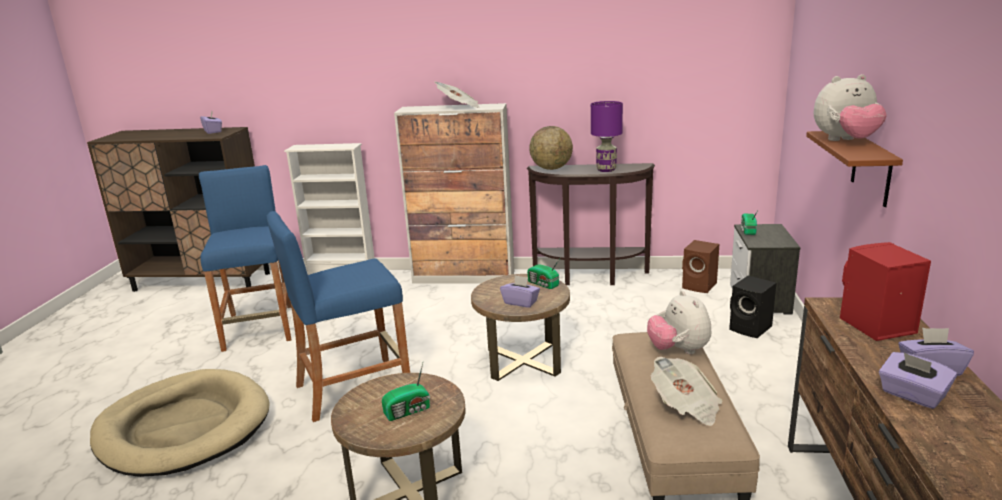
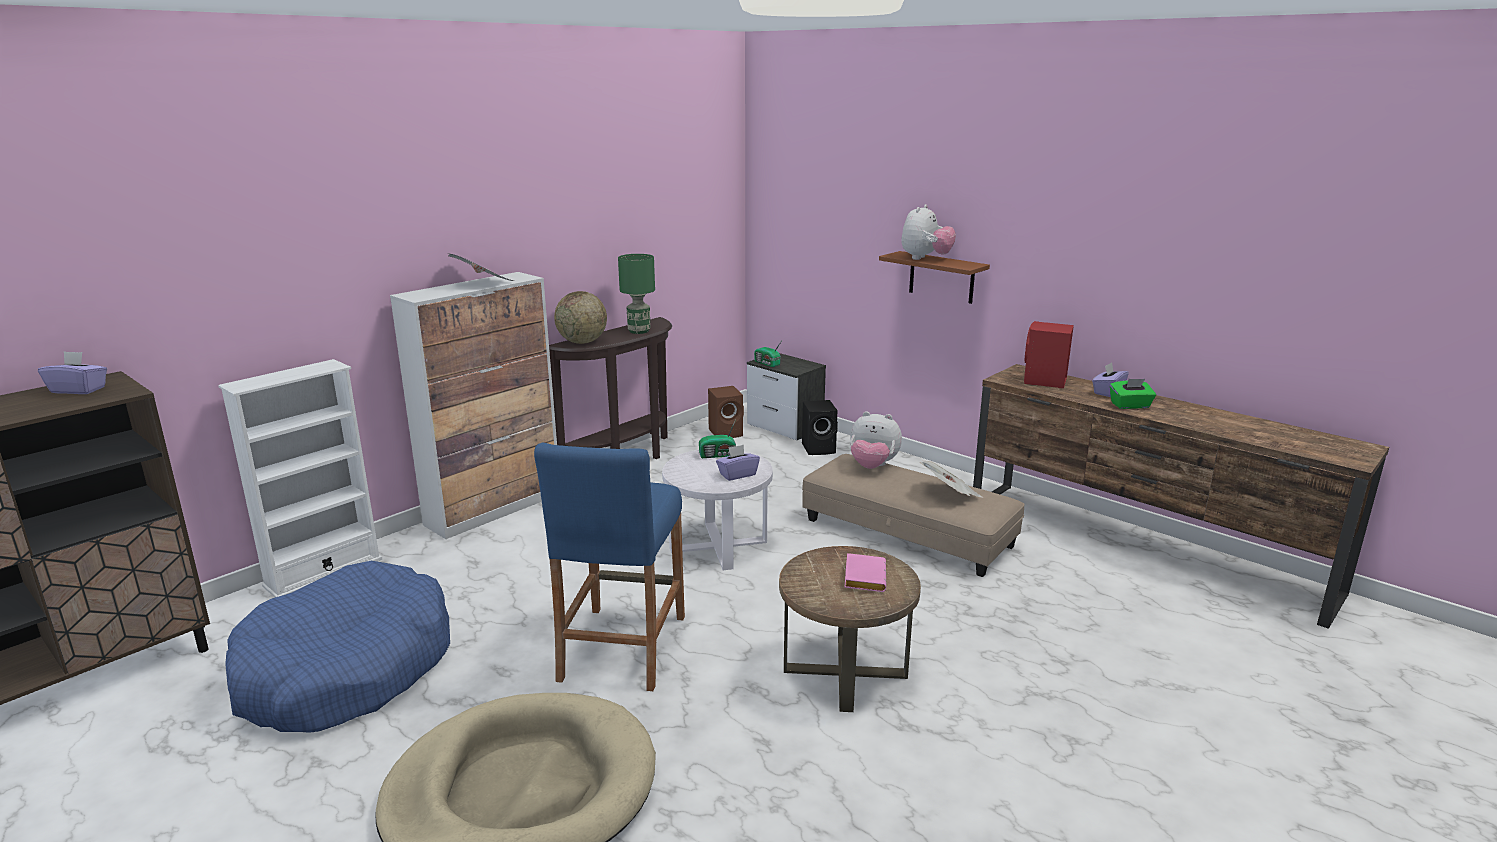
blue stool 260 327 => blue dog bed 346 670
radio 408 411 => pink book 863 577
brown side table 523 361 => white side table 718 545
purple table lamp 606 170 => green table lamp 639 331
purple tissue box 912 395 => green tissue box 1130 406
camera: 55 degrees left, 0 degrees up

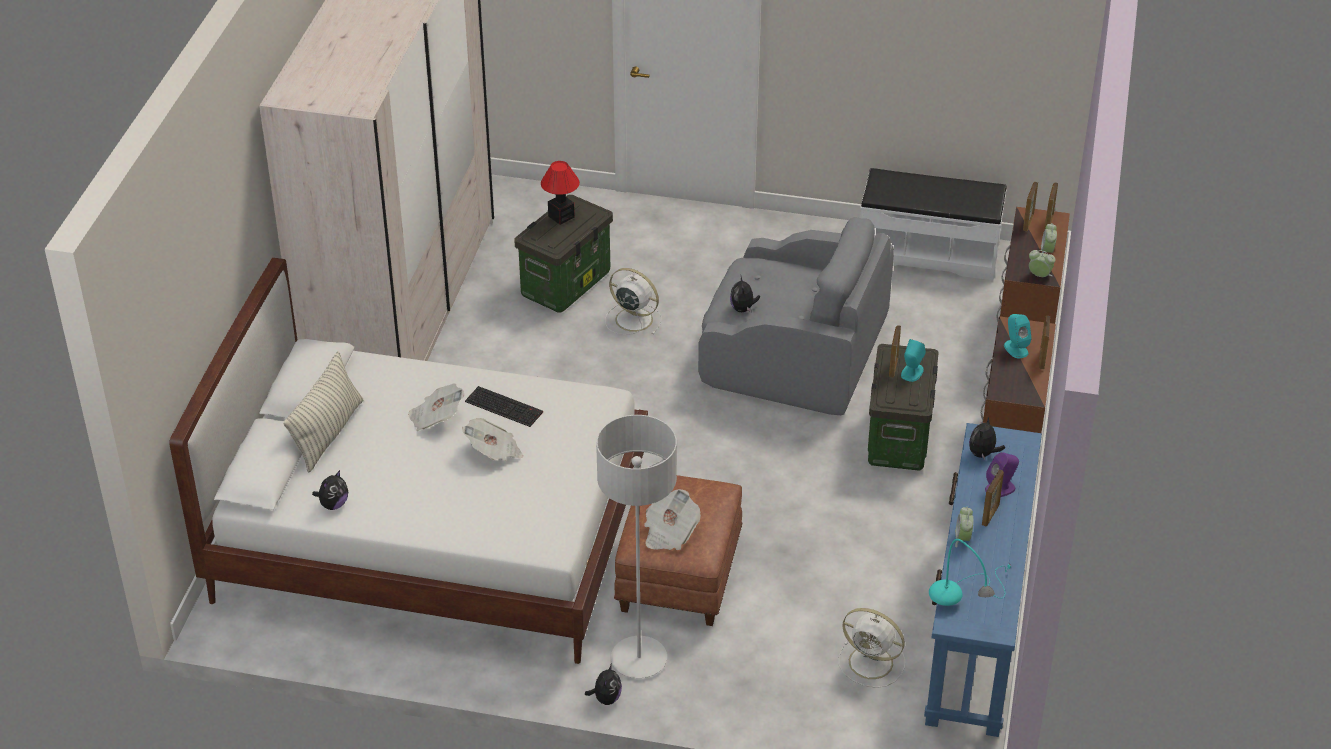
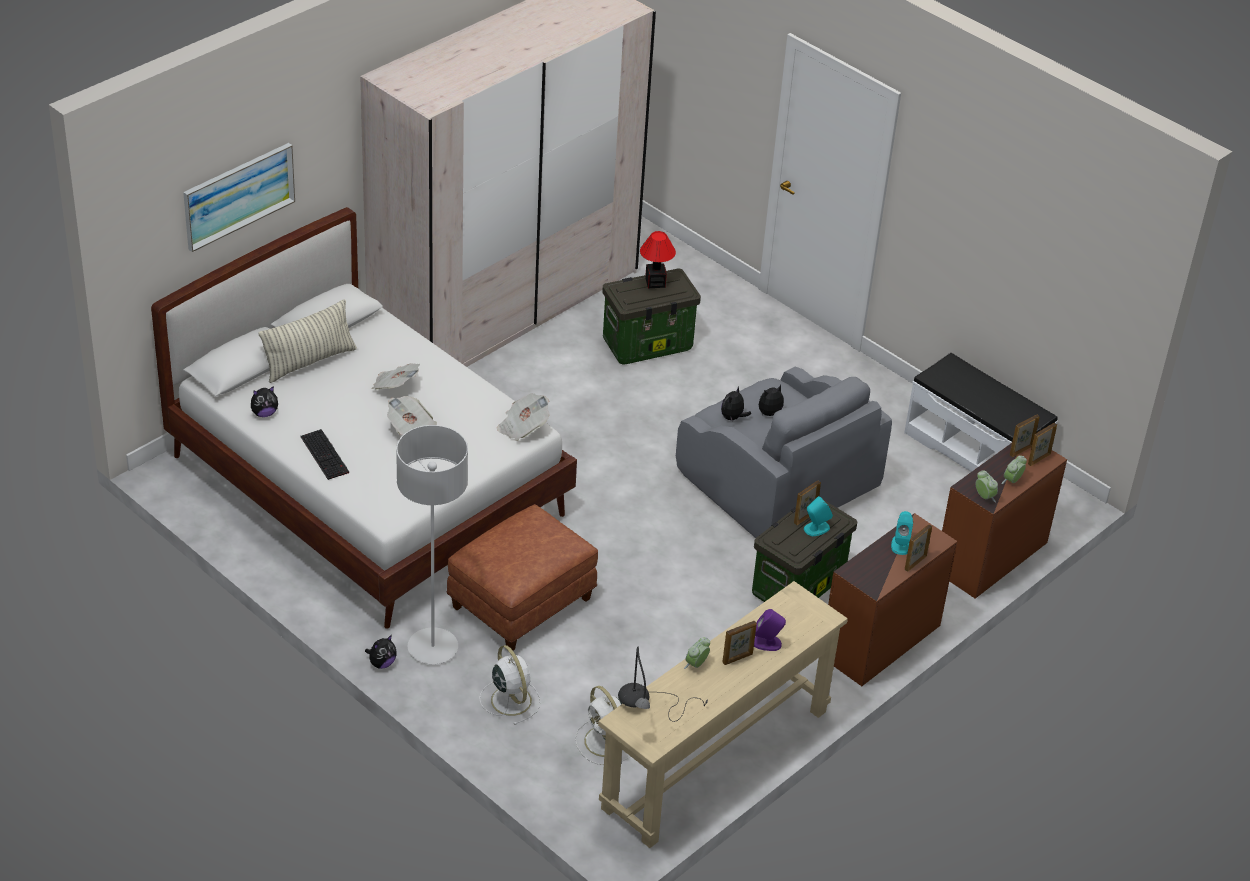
nothing => picture 238 195
keyboard 505 406 => keyboard 326 455, shifted
white fan 632 319 => white fan 510 699, shifted
newspaper 669 532 => newspaper 523 427, shifted
plush toy 983 454 => plush toy 770 414, shifted
blue console table 976 627 => beige console table 715 759
turquoise table lamp 965 602 => grey table lamp 648 711
camera: 30 degrees right, 0 degrees up

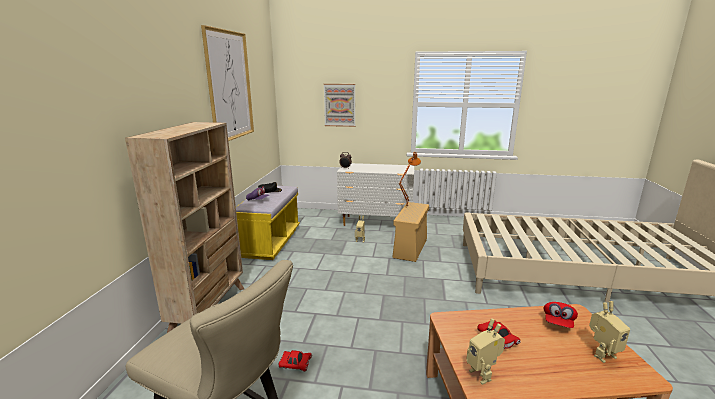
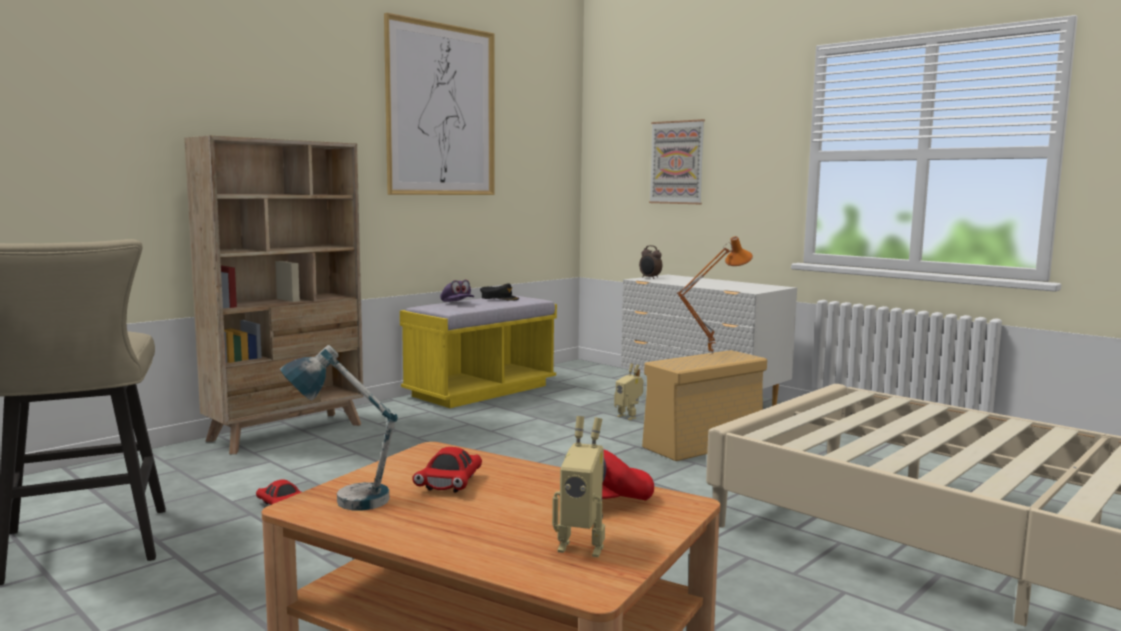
toy robot 483 374 => table lamp 342 498
camera: 35 degrees right, 10 degrees down

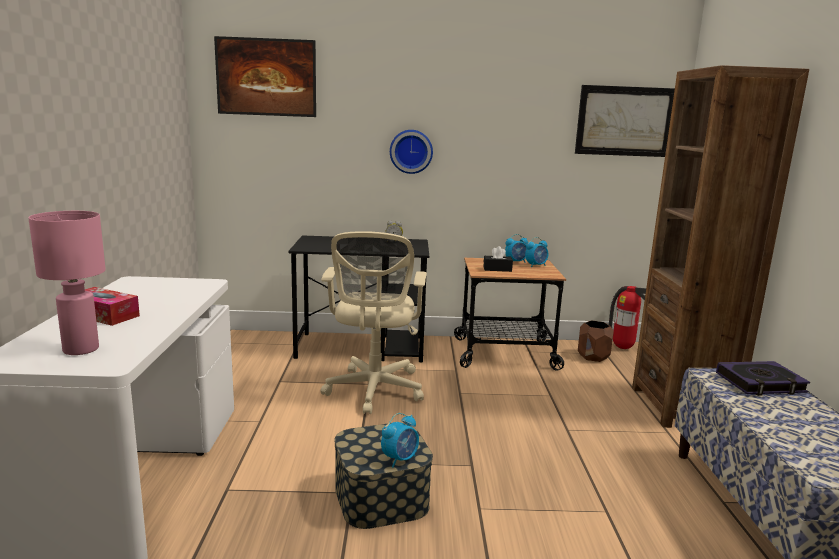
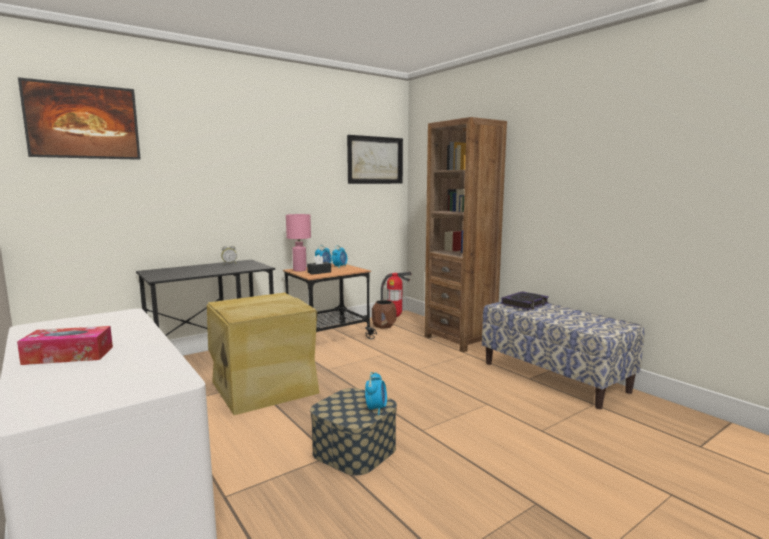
wall clock 411 151 => nothing
pink table lamp 81 349 => pink table lamp 299 270, shifted
beige office chair 374 391 => beige storage box 262 387
camera: 35 degrees left, 5 degrees down

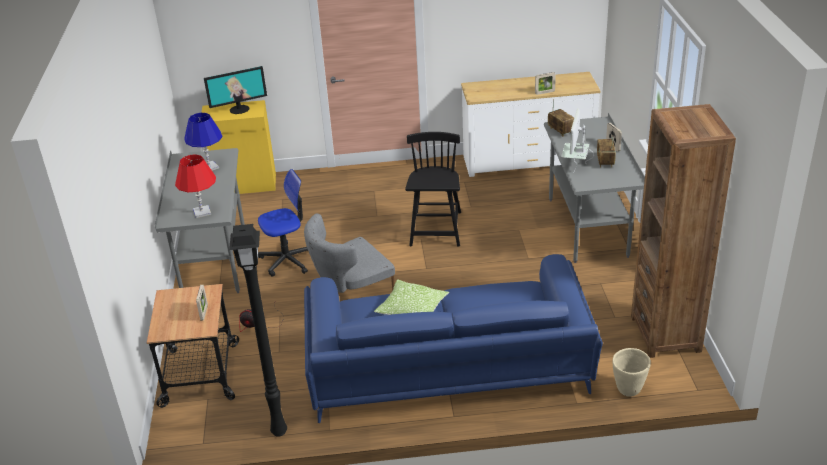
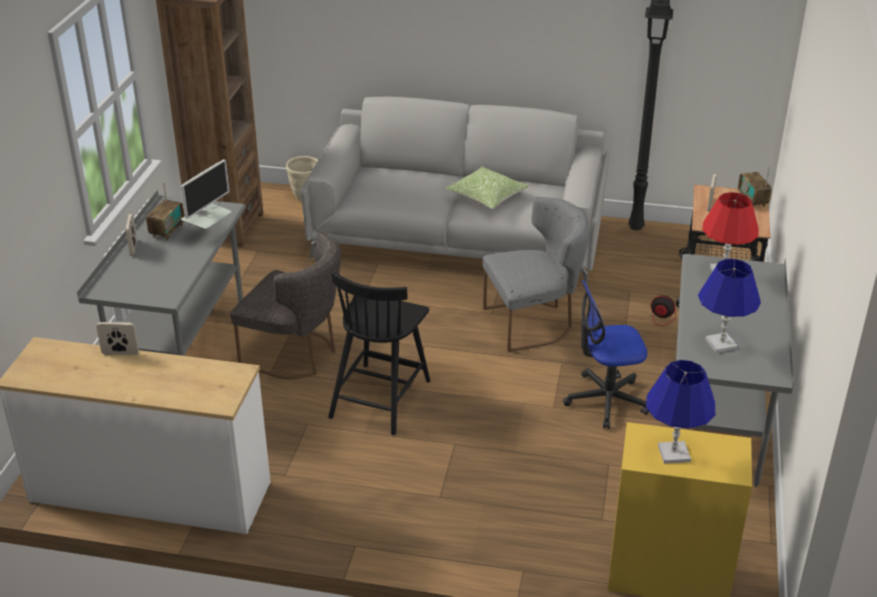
nothing => grey chair 296 355
radio 560 131 => radio 752 200, shifted
monitor 239 109 => blue table lamp 673 453
blue sofa 447 373 => grey sofa 459 238
camera: 165 degrees left, 0 degrees up

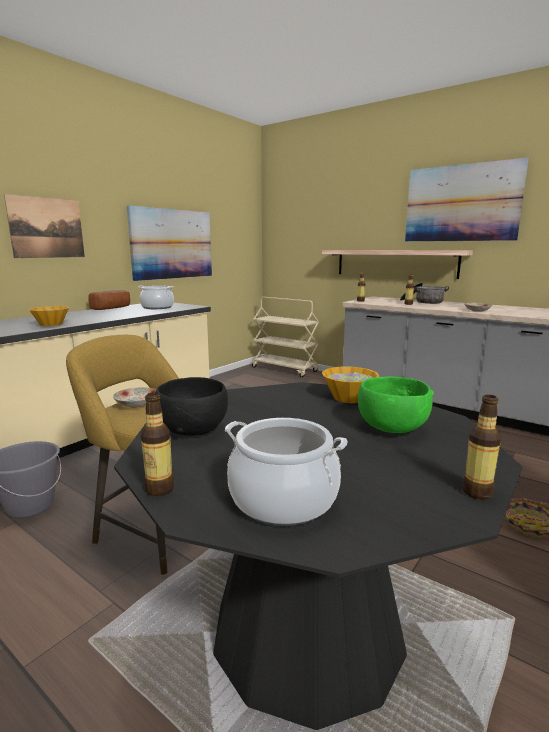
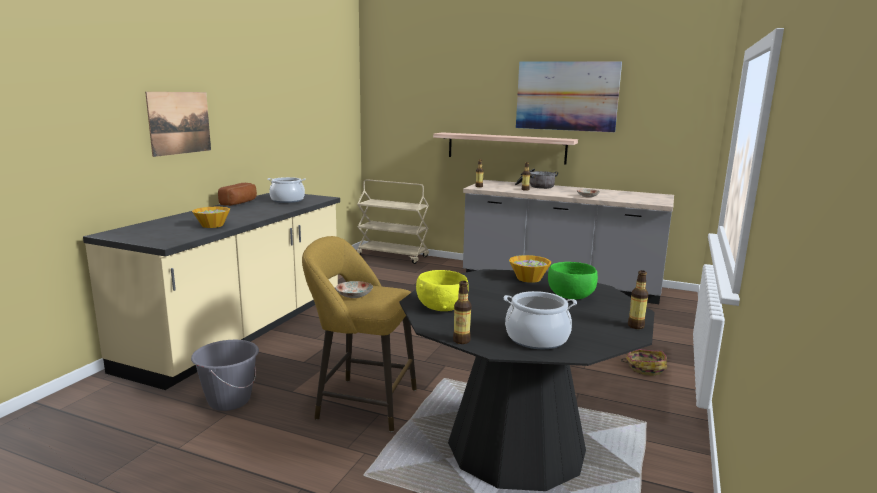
picture 172 244 => nothing
black bowl 192 429 => yellow bowl 441 307
camera: 15 degrees left, 0 degrees up

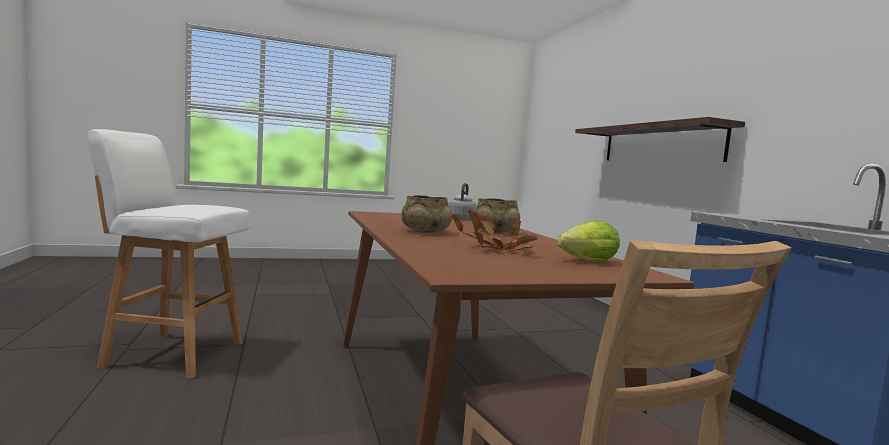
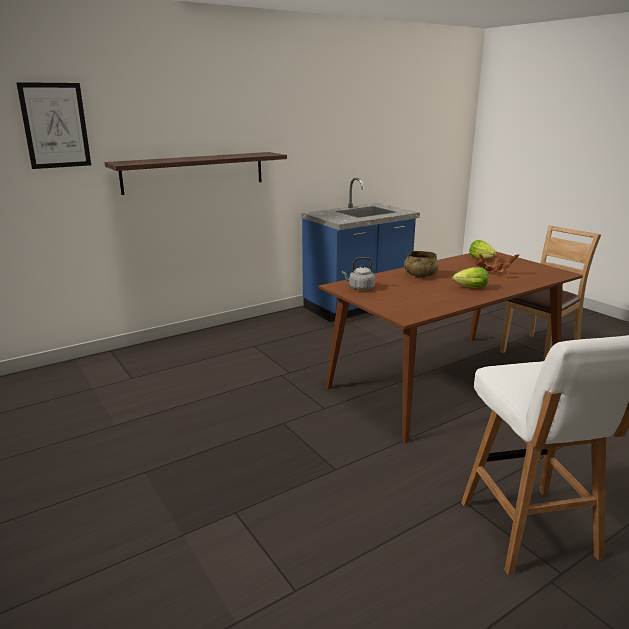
nothing => picture 55 125
beige bowl 425 232 => lettuce 469 288
camera: 105 degrees left, 15 degrees up

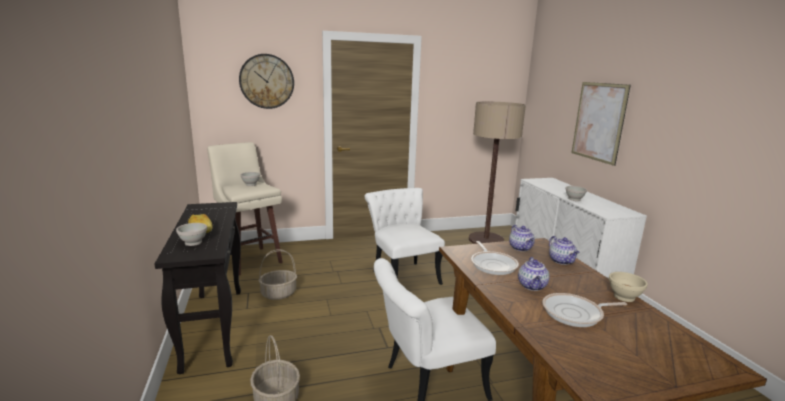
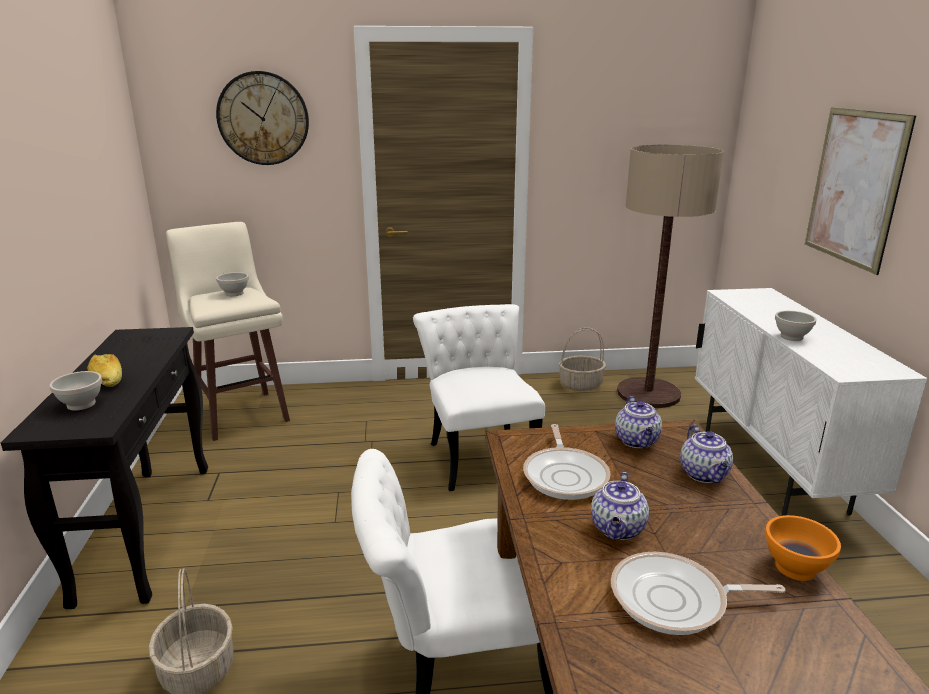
basket 279 293 => basket 581 384, shifted
beige bowl 623 297 => orange bowl 794 567
camera: 10 degrees right, 5 degrees up

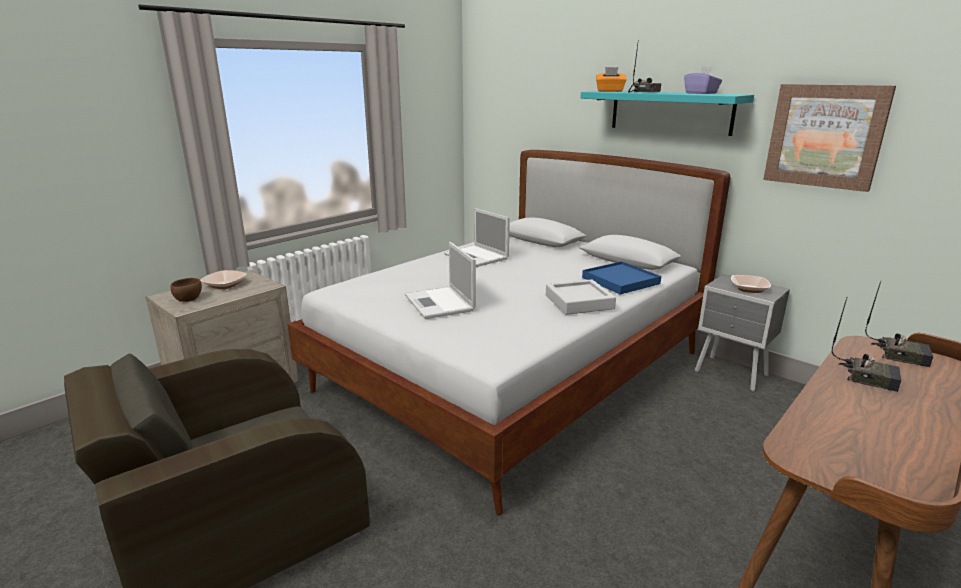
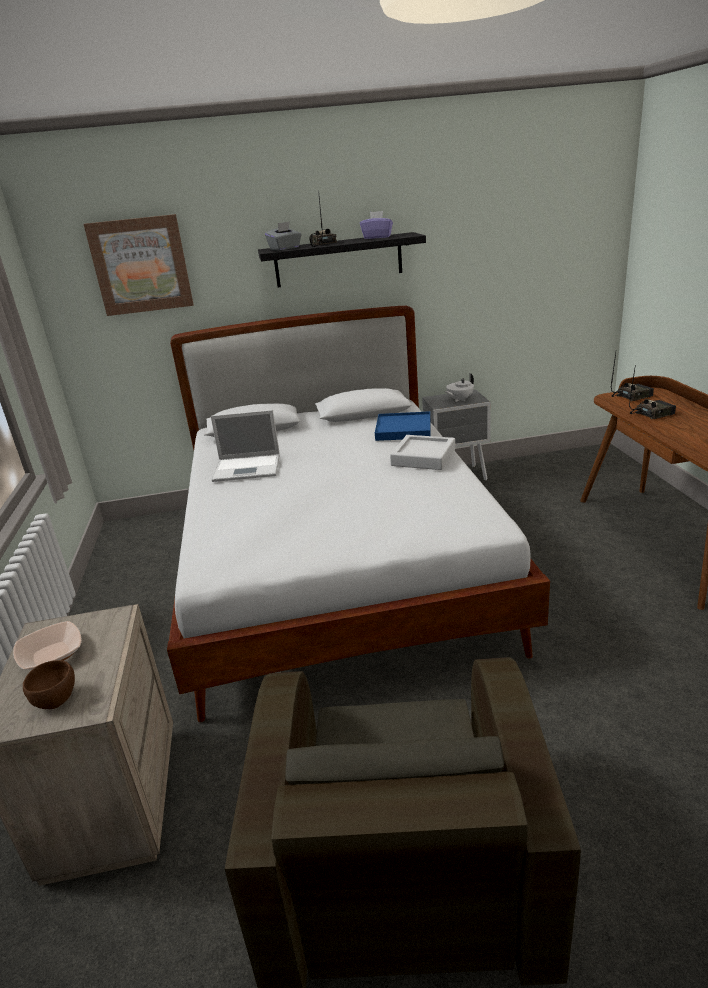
laptop 440 303 => nothing
picture 825 136 => picture 141 265, shifted
bowl 749 289 => white teapot 459 400
turquoise shelf 670 112 => black shelf 338 260
orange tissue box 609 91 => grey tissue box 285 249
camera: 50 degrees left, 5 degrees up

